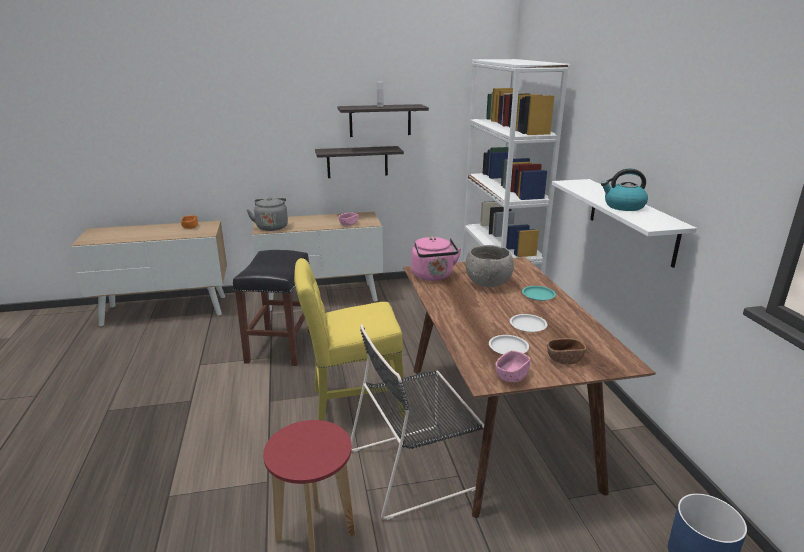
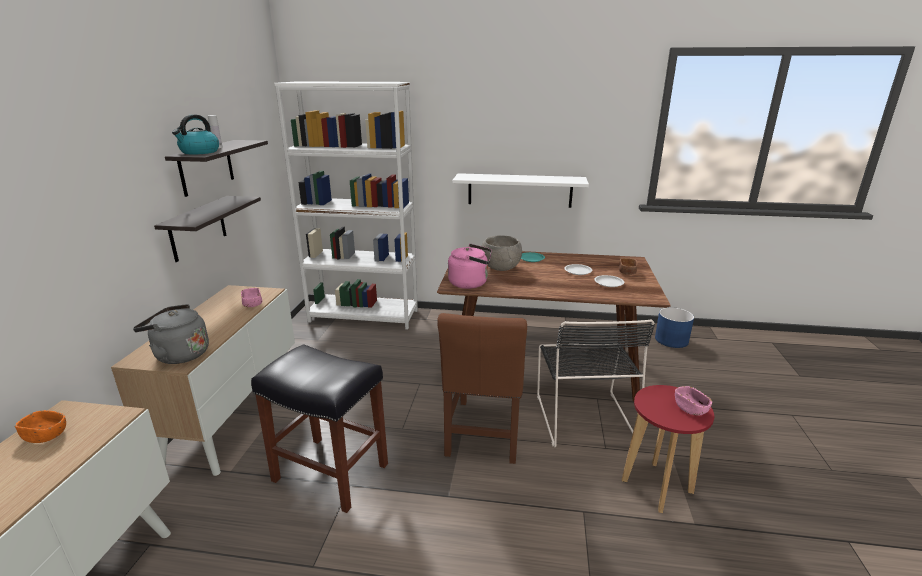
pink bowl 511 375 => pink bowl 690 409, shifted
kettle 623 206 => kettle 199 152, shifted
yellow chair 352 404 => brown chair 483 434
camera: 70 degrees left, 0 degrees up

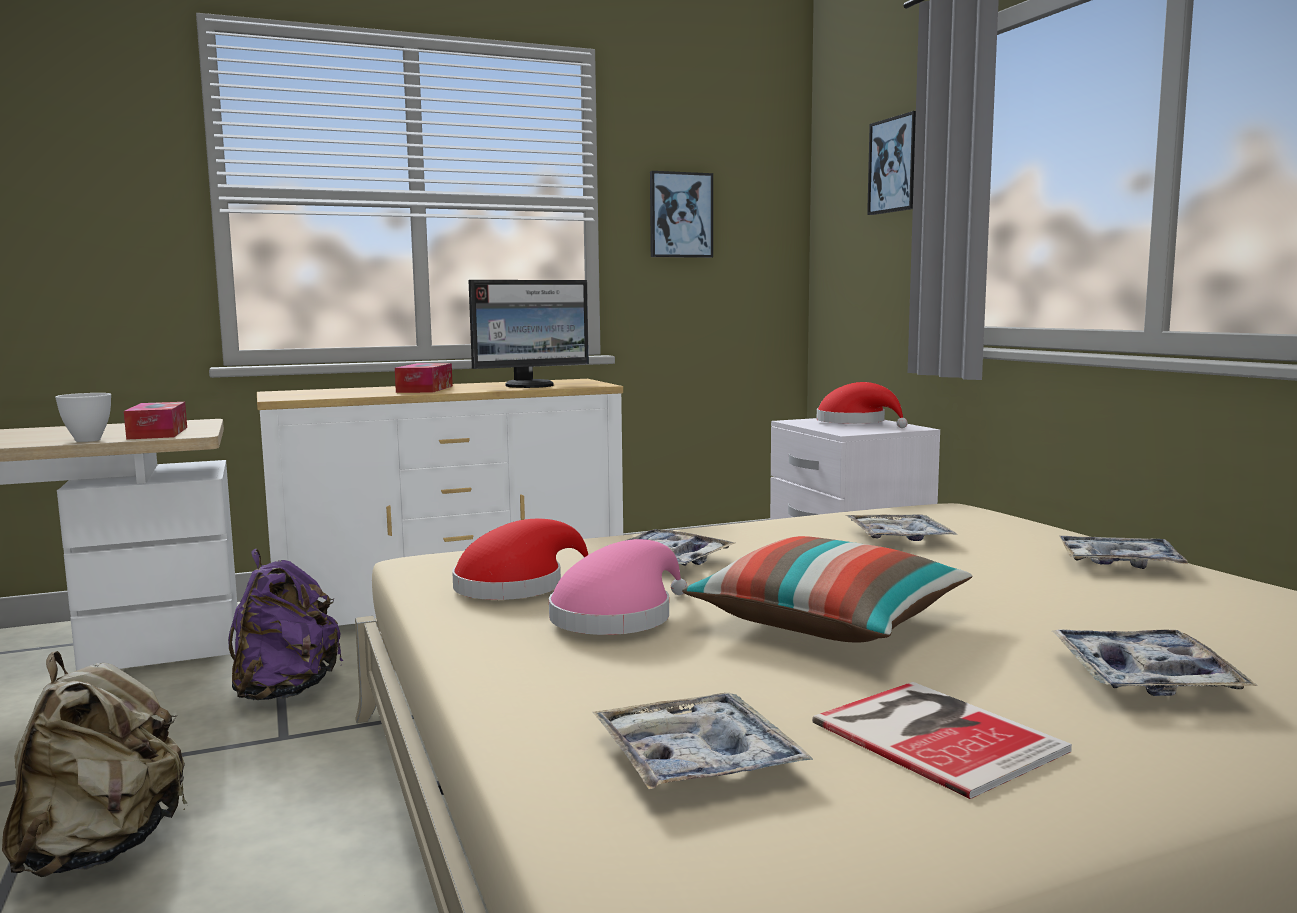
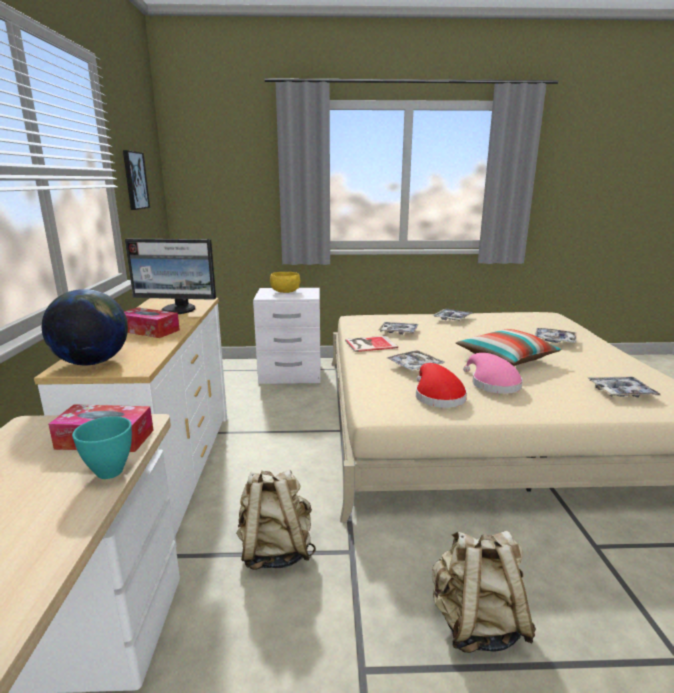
picture 895 165 => nothing
nothing => globe 92 362
book 935 733 => book 369 344, shifted
red hat 856 423 => yellow bowl 285 292
white bowl 88 440 => turquoise bowl 111 472
purple backpack 285 691 => beige backpack 275 551
monitor 531 385 => monitor 178 310, 105 degrees clockwise
camera: 70 degrees left, 10 degrees up

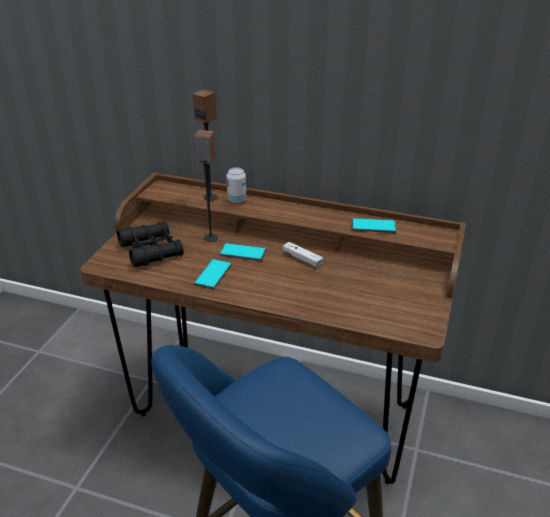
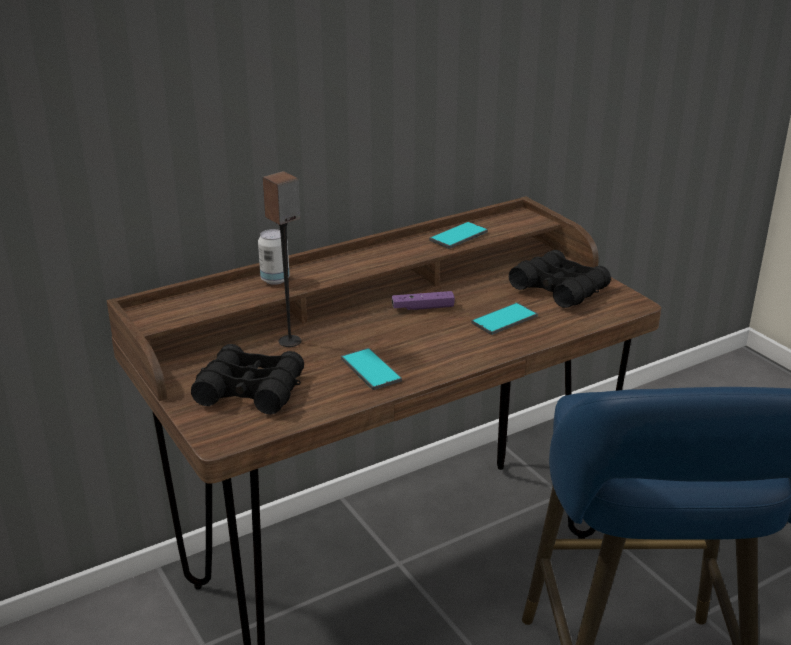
speaker 210 197 => nothing
nothing => black binoculars 559 289
phone 243 252 => phone 504 319, shifted
white game controller 302 259 => purple game controller 423 307
camera: 50 degrees left, 5 degrees down

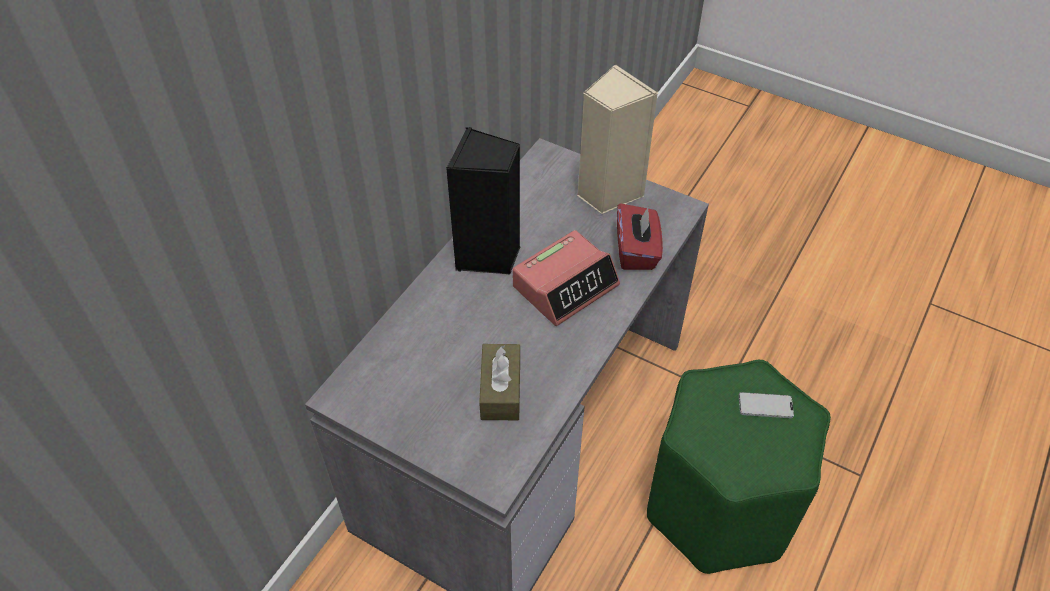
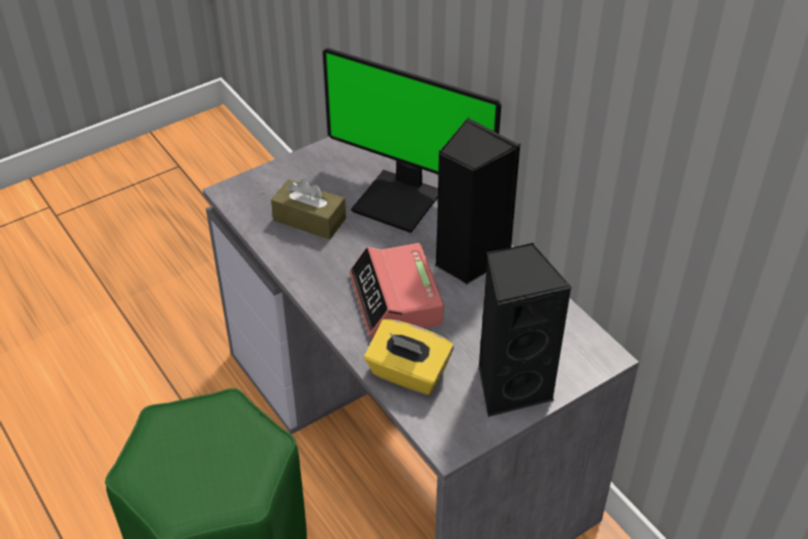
phone 765 406 => nothing
nothing => monitor 400 200
beige speaker 607 193 => black speaker 511 386
red tissue box 636 251 => yellow tissue box 408 374
camera: 115 degrees right, 5 degrees down

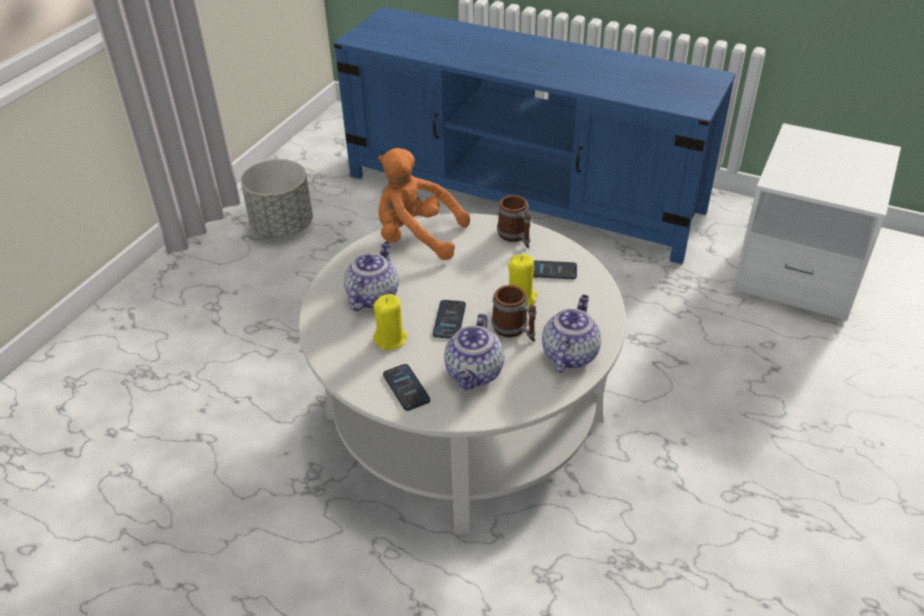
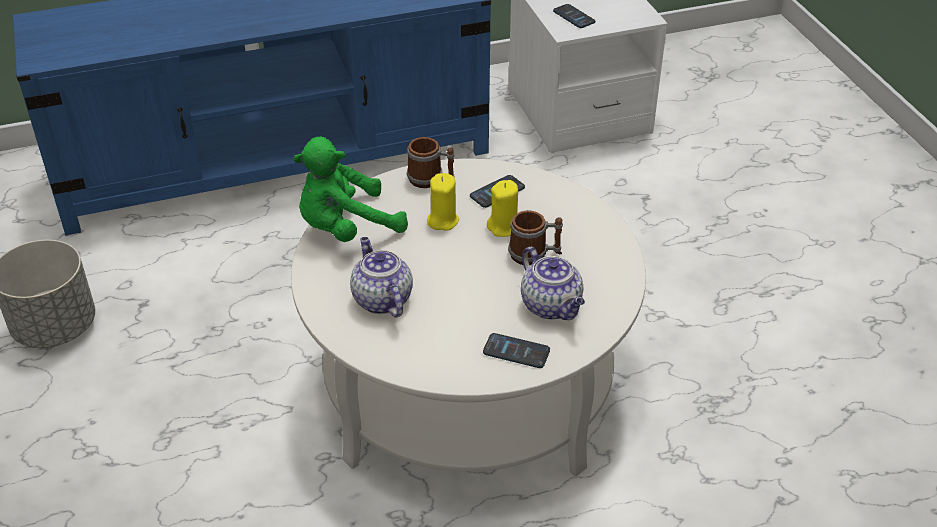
teapot 569 354 => nothing
yellow candle 391 339 => yellow candle 442 220, shifted
phone 449 320 => phone 574 17, shifted
orange plush toy 416 237 => green plush toy 346 228
camera: 45 degrees left, 0 degrees up

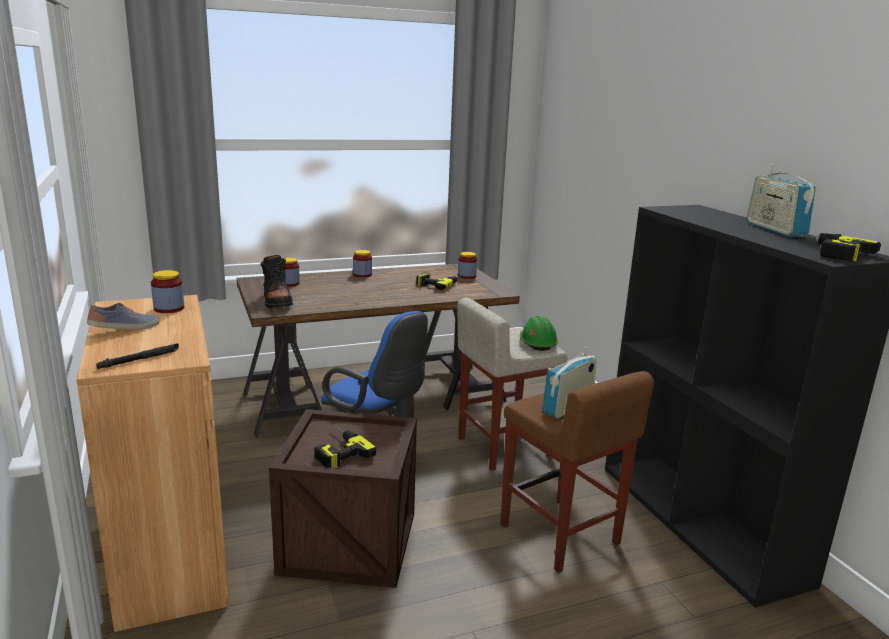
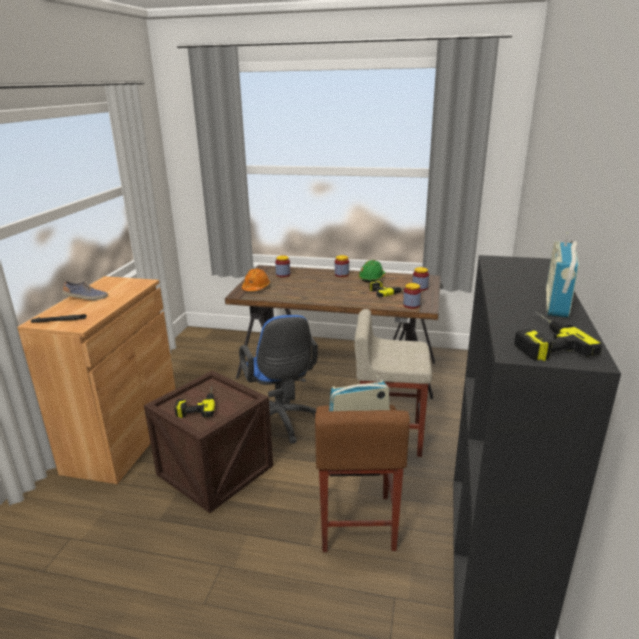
jar 169 308 => jar 411 305, shifted
green hard hat 537 343 => green hard hat 372 278, shifted
black boot 277 302 => orange hard hat 256 288
camera: 35 degrees right, 5 degrees up

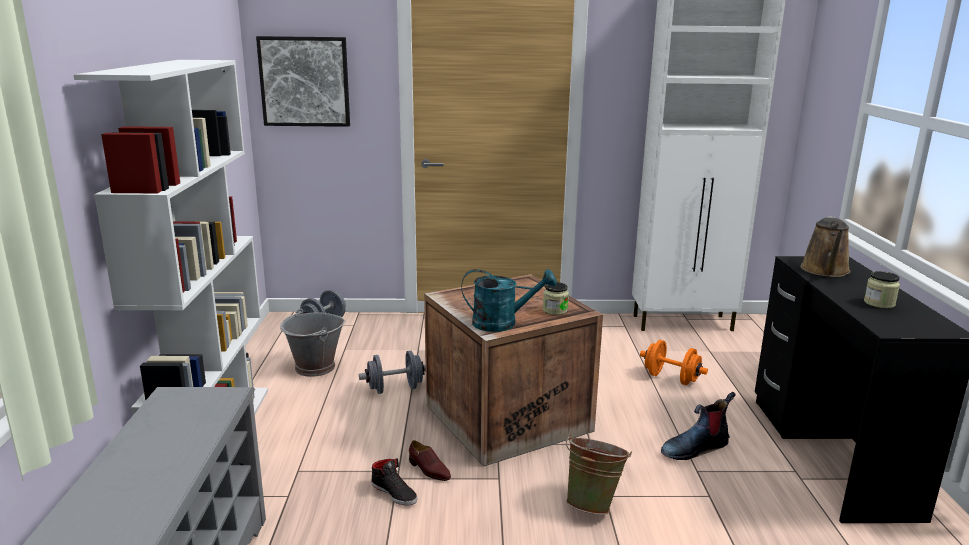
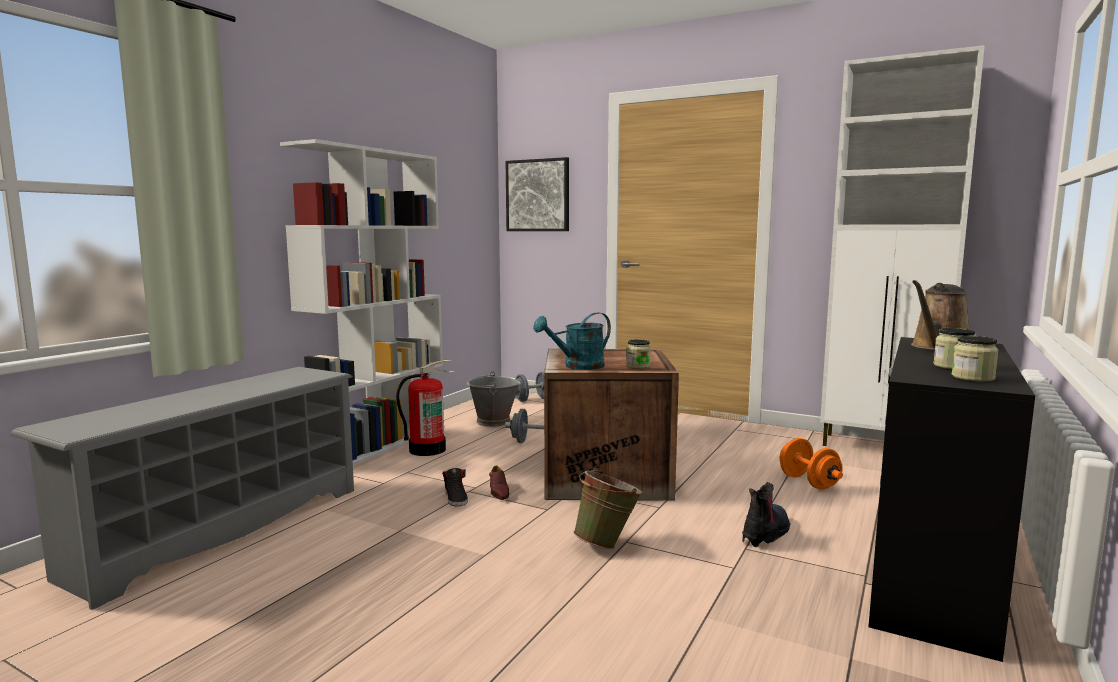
nothing => fire extinguisher 427 449
nothing => jar 973 377
turquoise watering can 503 323 => turquoise watering can 577 366, 120 degrees clockwise
boot 694 448 => boot 766 533, 120 degrees clockwise
camera: 30 degrees right, 10 degrees down

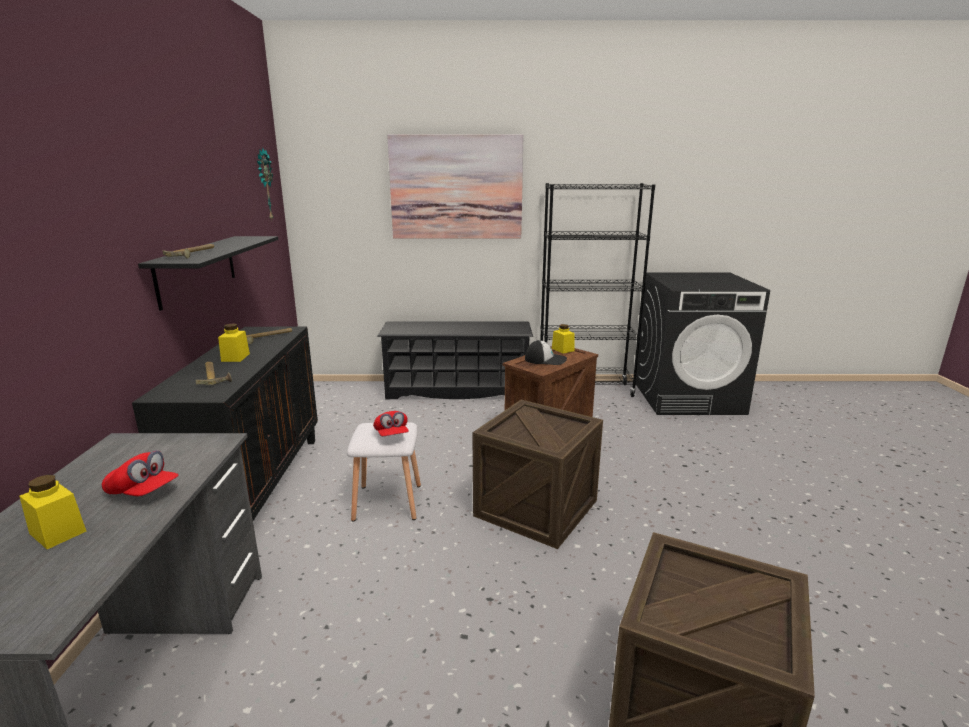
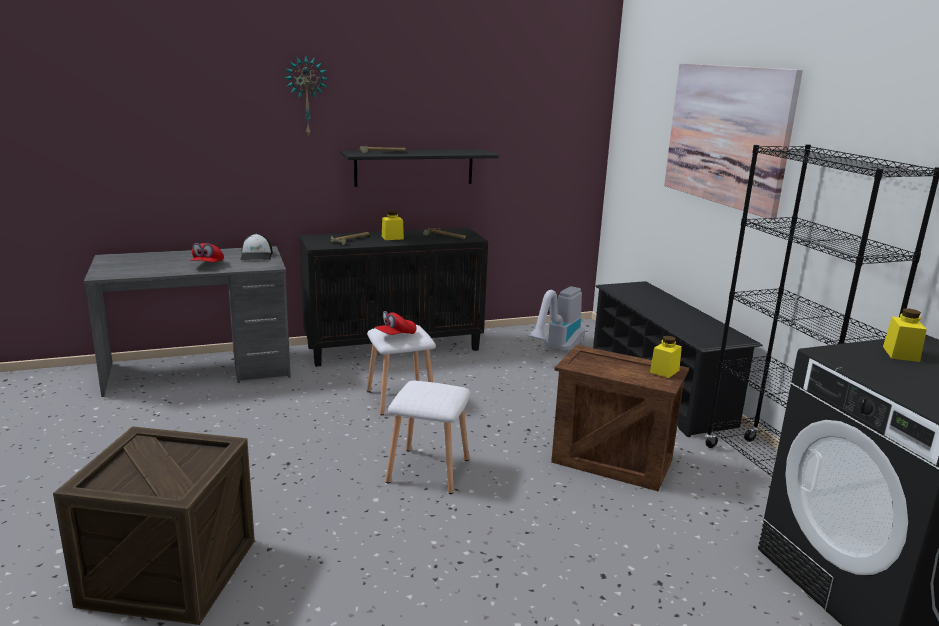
nothing => vacuum cleaner 557 349
yellow jar 58 532 => yellow jar 901 354, shifted
wall clock 264 185 => wall clock 306 96, shifted
cap 545 359 => cap 257 256, shifted
crate 536 508 => white stool 430 470
camera: 70 degrees right, 0 degrees up

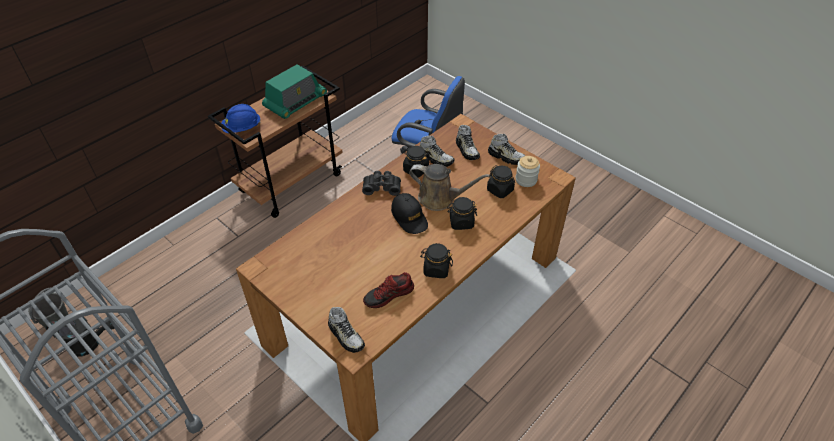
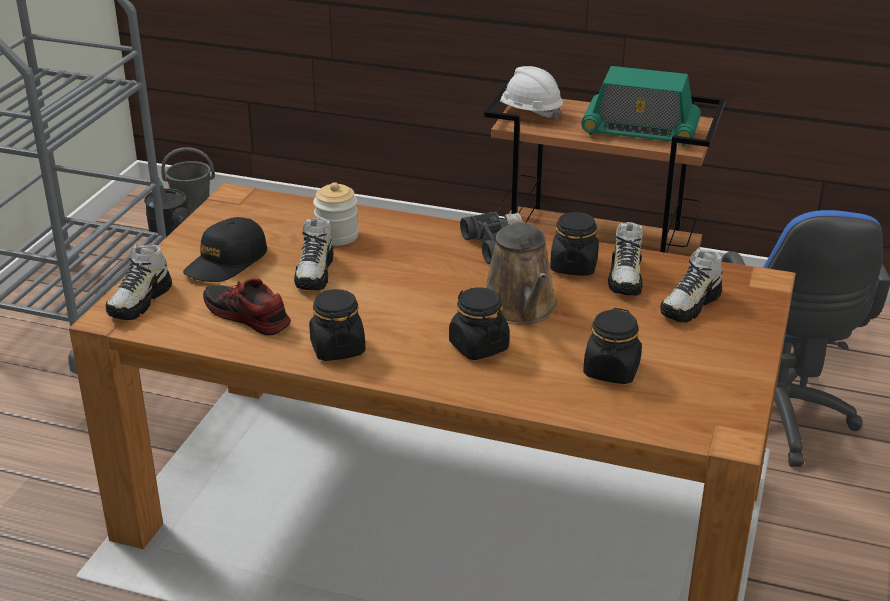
black cap 409 217 => black cap 226 262, shifted
shoe 506 157 => shoe 315 273, shifted
jar 526 180 => jar 337 236, shifted
blue hard hat 242 128 => white hard hat 529 113
camera: 65 degrees right, 15 degrees down

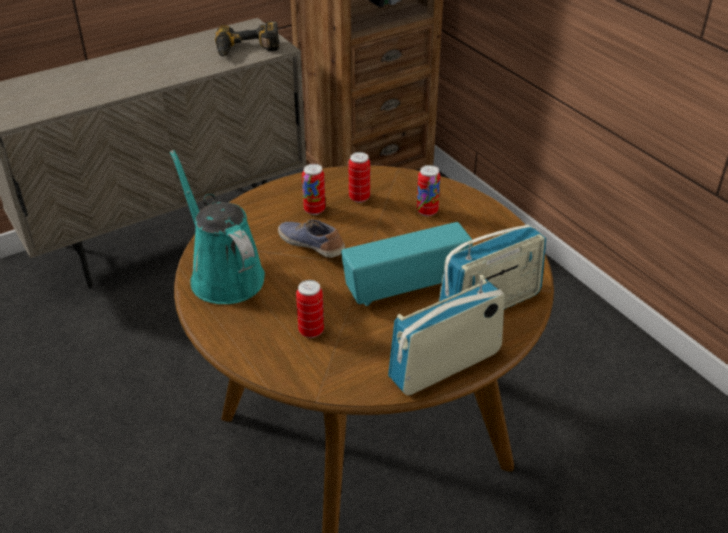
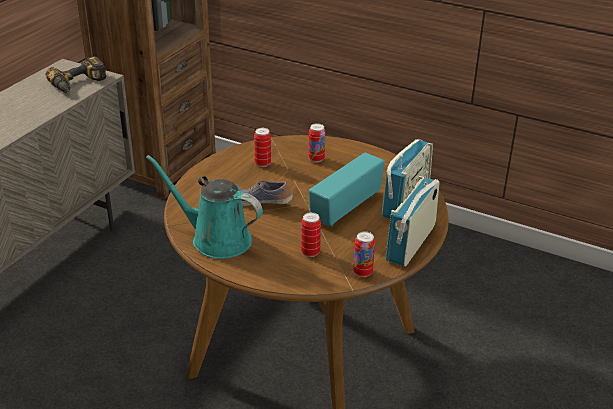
can 314 210 => can 362 272, shifted
camera: 30 degrees left, 5 degrees down

